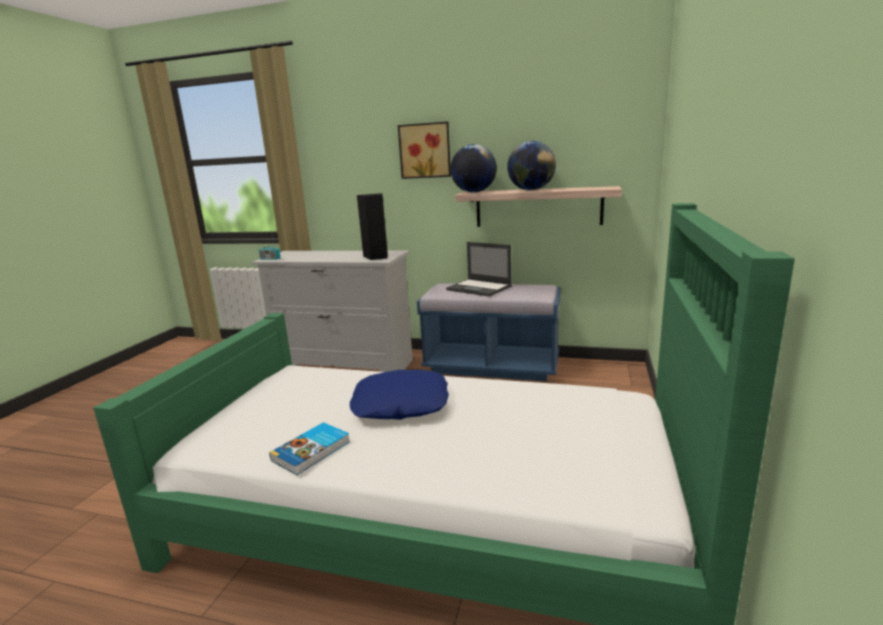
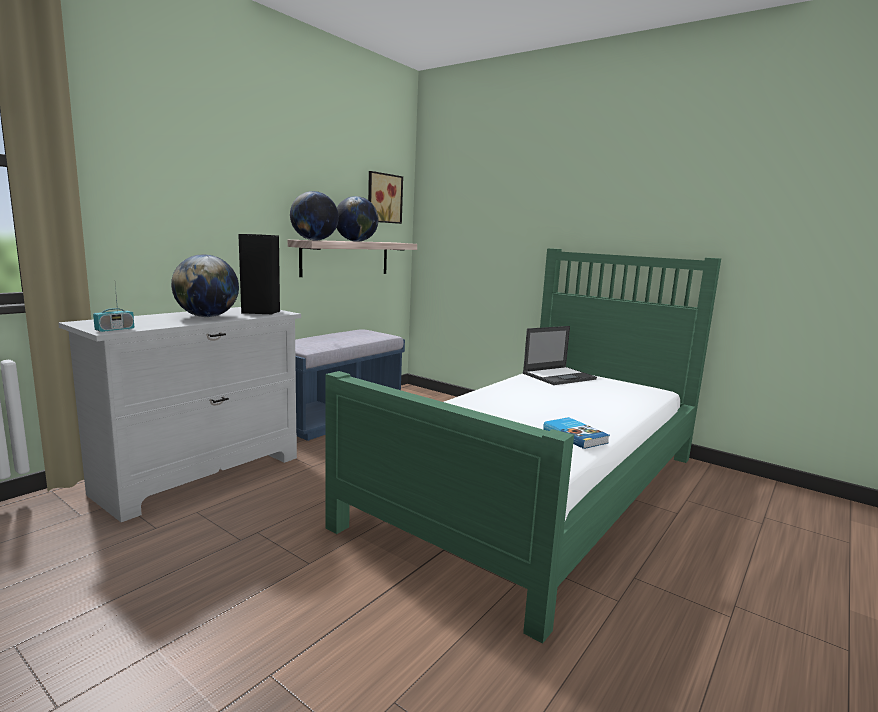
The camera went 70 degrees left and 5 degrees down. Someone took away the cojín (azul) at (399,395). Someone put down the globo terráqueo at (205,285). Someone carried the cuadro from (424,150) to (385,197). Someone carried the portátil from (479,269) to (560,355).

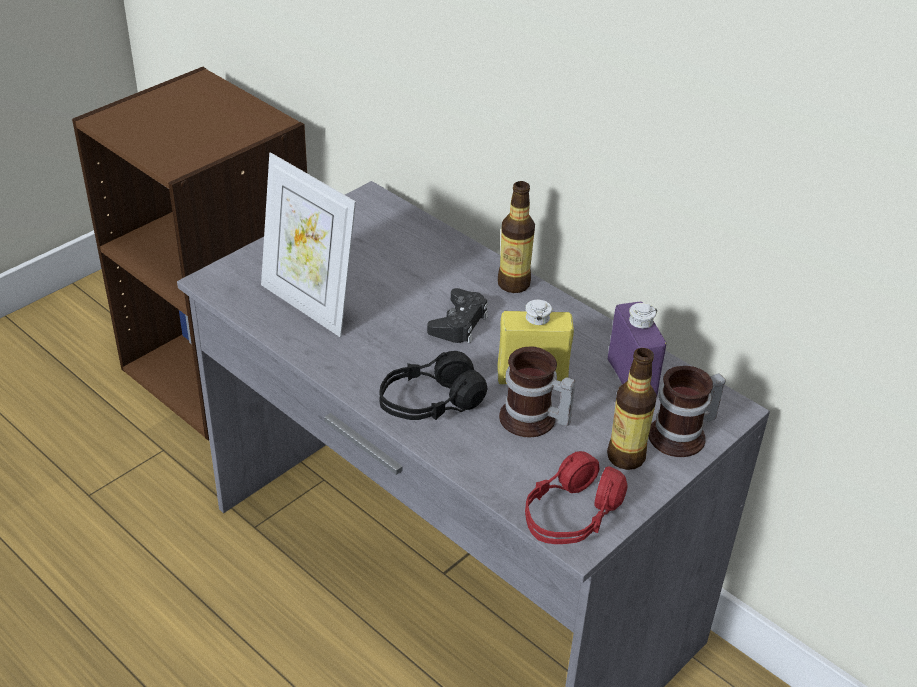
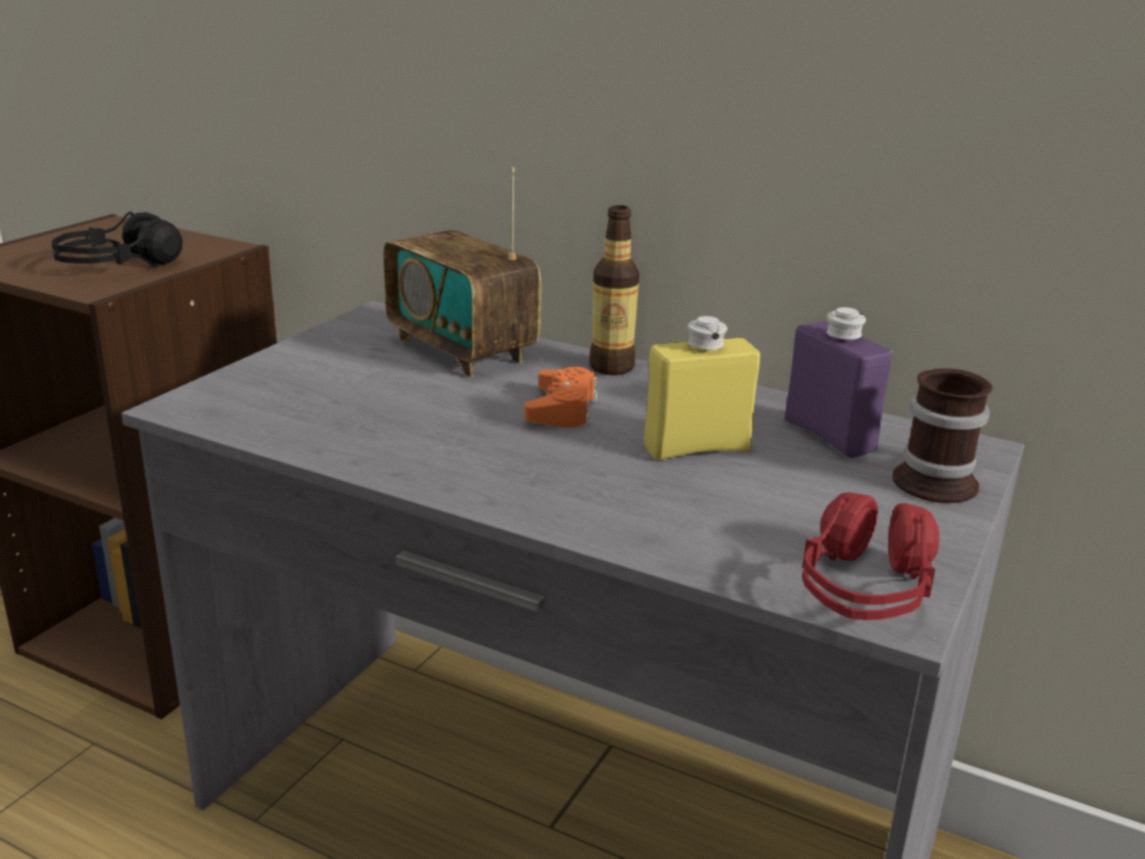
The camera went 15 degrees left and 15 degrees down. Someone took away the portarretratos at (308,244). Someone took away the taza grande at (537,392). Someone took away the botella at (632,409). Someone put down the radio at (462,272). Someone carried the auriculares (negro) from (433,385) to (117,239). Someone repainted the mando de consola (negro) at (457,315), which became the mando de consola (naranja) at (560,397).

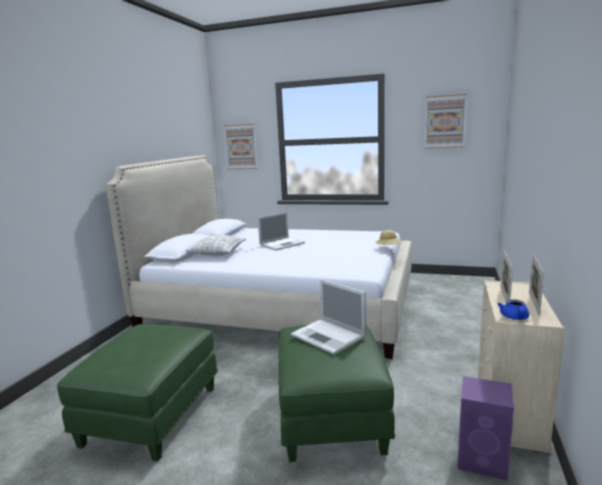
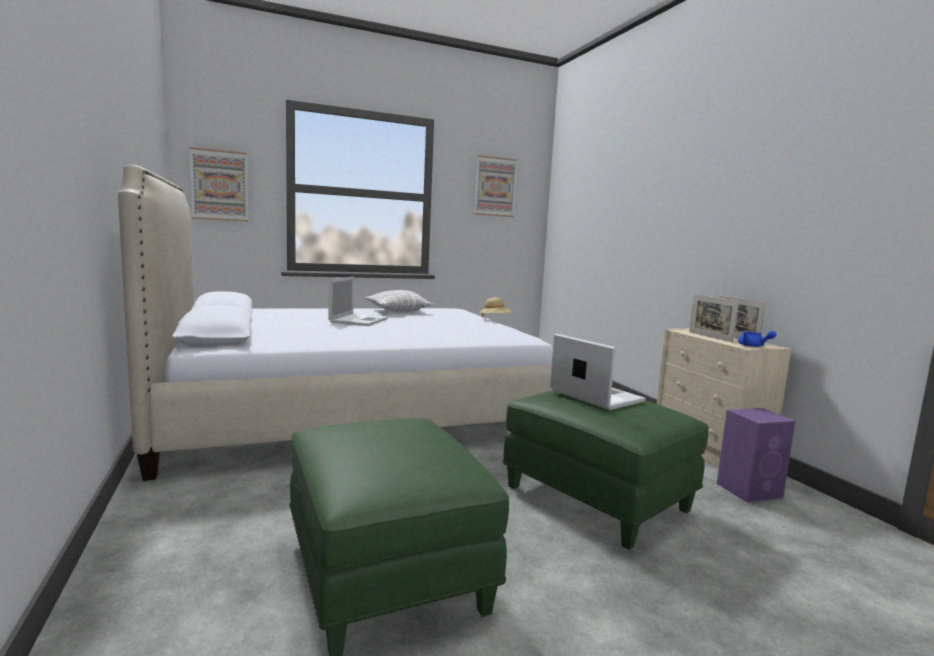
The camera went 40 degrees left and 5 degrees down. Someone carried the cojín from (216,245) to (399,301). Someone rotated the portátil at (328,317) by 135 degrees counterclockwise.

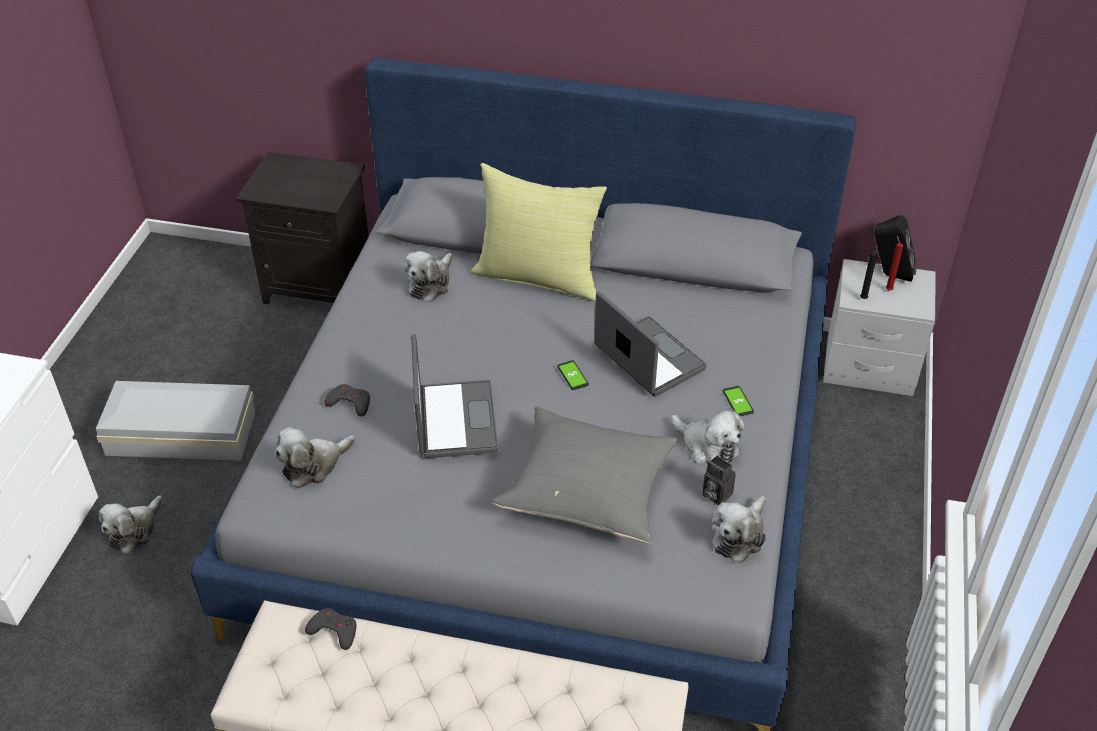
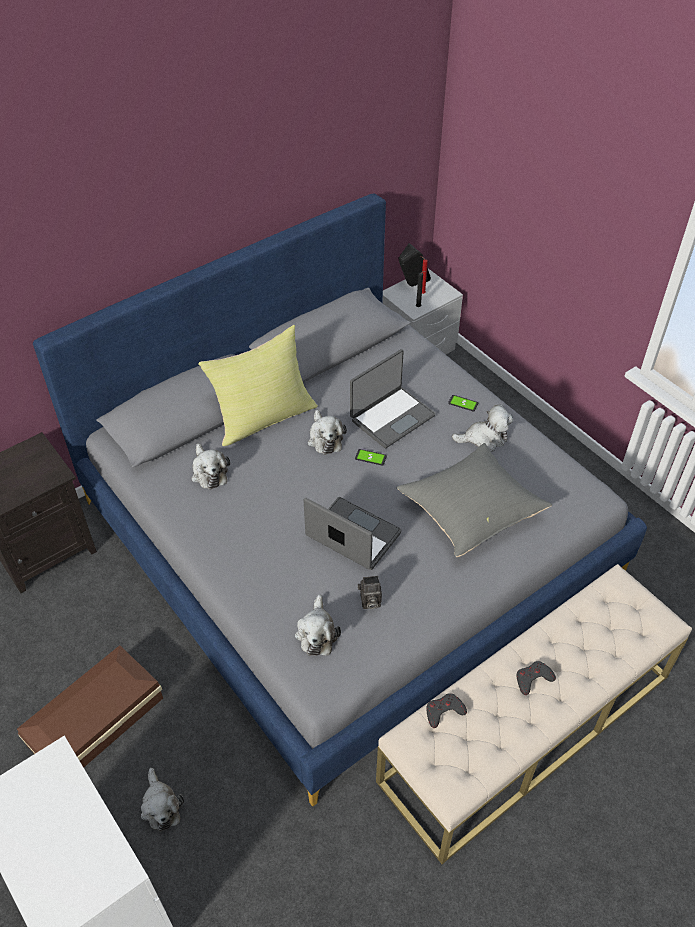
The camera went 50 degrees left and 5 degrees up. Someone carried the mando de consola (gris) from (347,400) to (536,678). Someone carried the cámara from (719,480) to (370,592). Someone carried the peluche from (739,529) to (327,432). Someone repainted the caja de almacenaje (blanco) at (175,421), which became the caja de almacenaje (marrón) at (90,706). Someone rotated the portátil at (650,344) by 135 degrees clockwise.

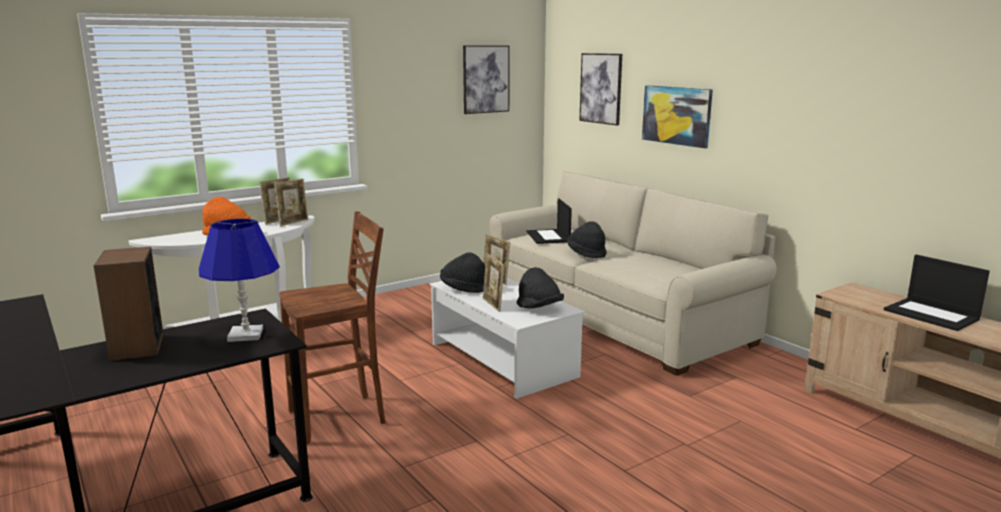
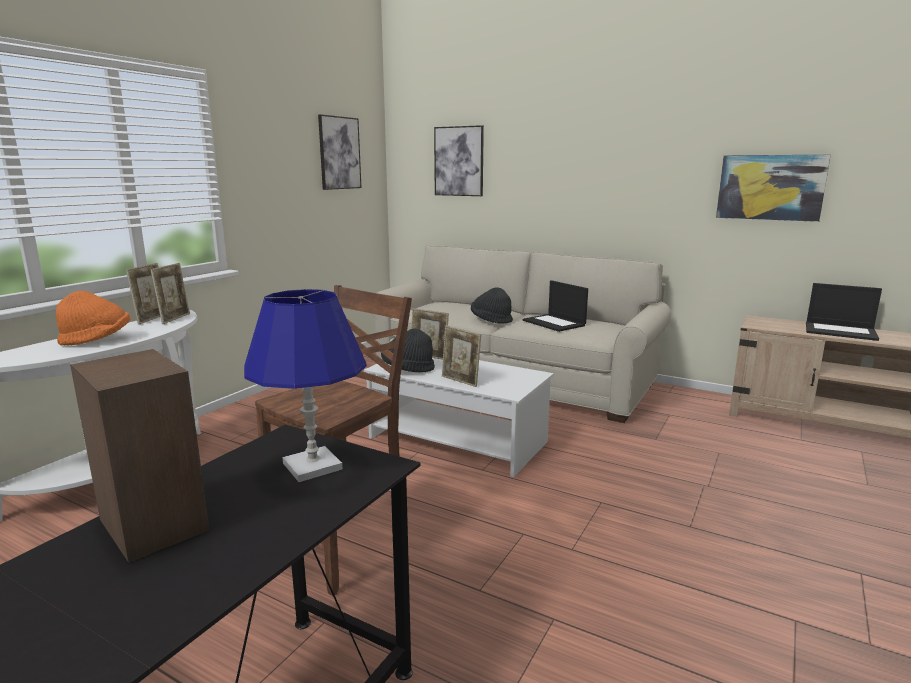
The camera went 25 degrees left and 0 degrees up. Someone took away the sombrero (negro) at (540,287). Someone carried the portátil from (549,221) to (555,306). Someone carried the cuadro from (677,117) to (773,188).

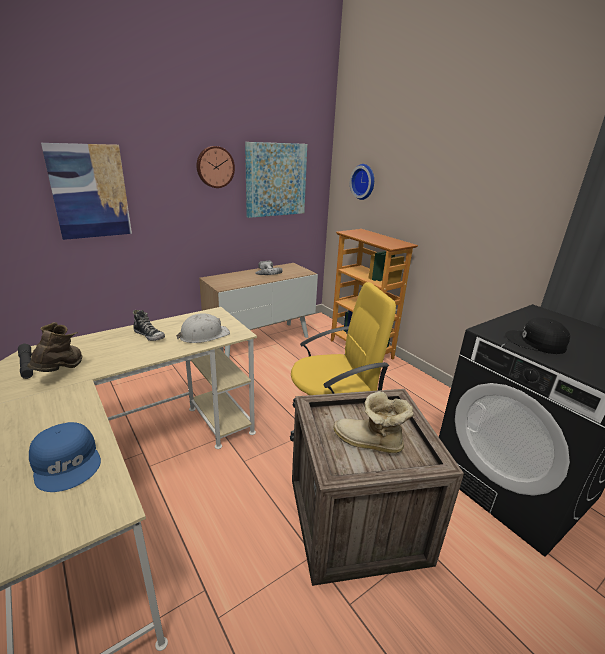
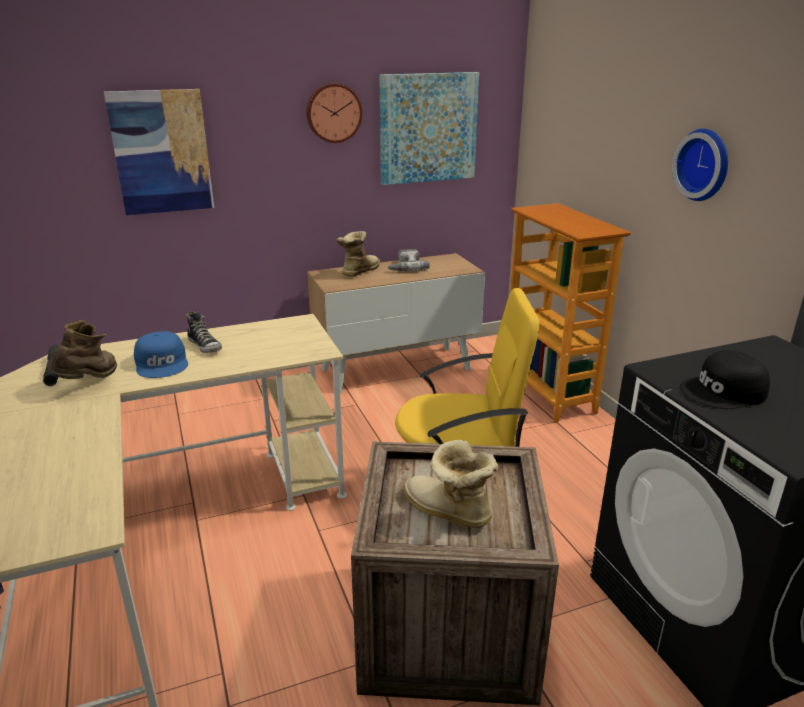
The camera went 15 degrees right and 0 degrees up. Someone took away the casco (blanco) at (203,328). Someone put down the bota at (358,253). Someone carried the gorra (azul) from (65,457) to (161,354). Someone carried the reloj de pared from (362,182) to (700,165). Someone rotated the gorra (negro) at (537,336) by 60 degrees counterclockwise.

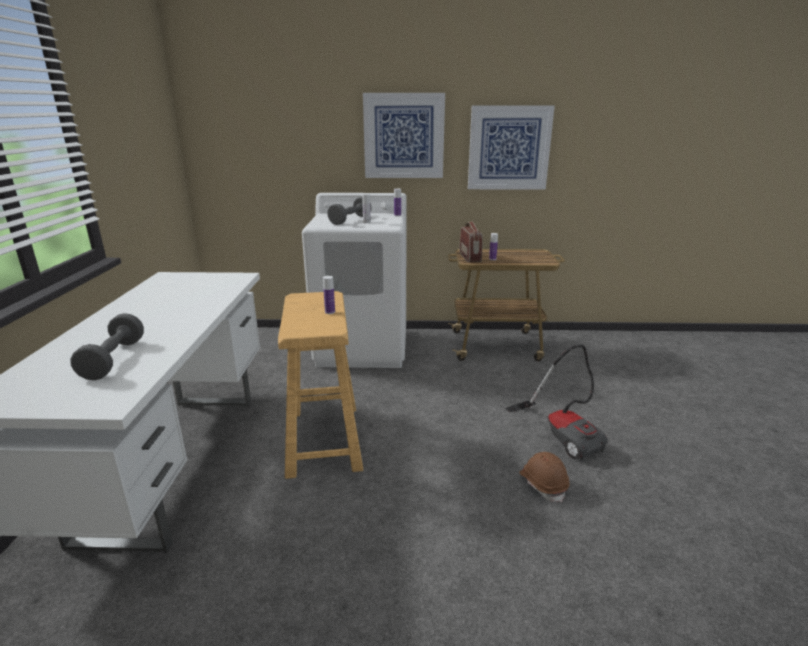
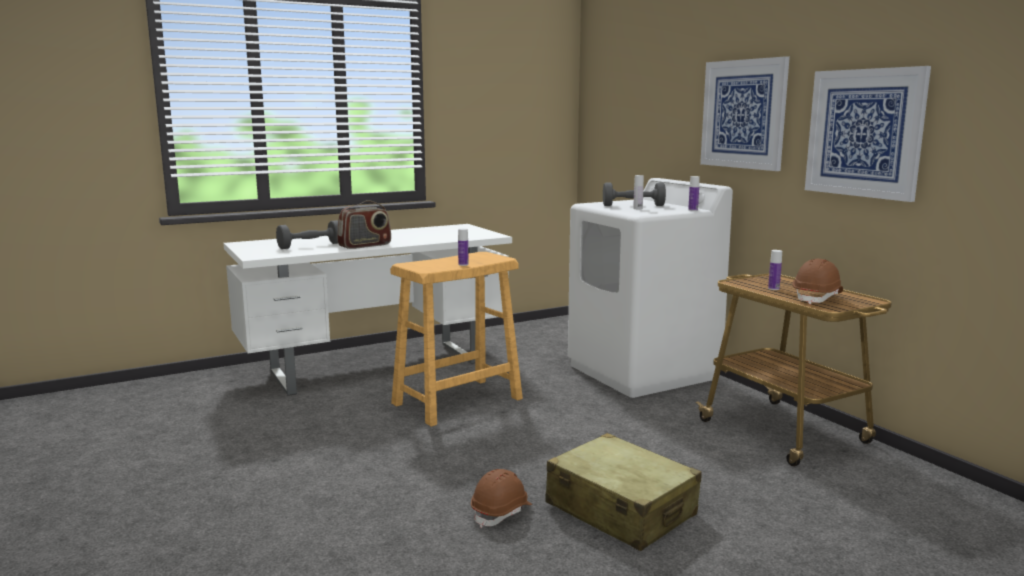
The camera went 60 degrees right and 10 degrees down. Someone put down the casco (marrón) at (818,281). Someone carried the radio from (471,241) to (364,224). Someone swapped the aspiradora at (557,403) for the maleta (beis) at (623,492).

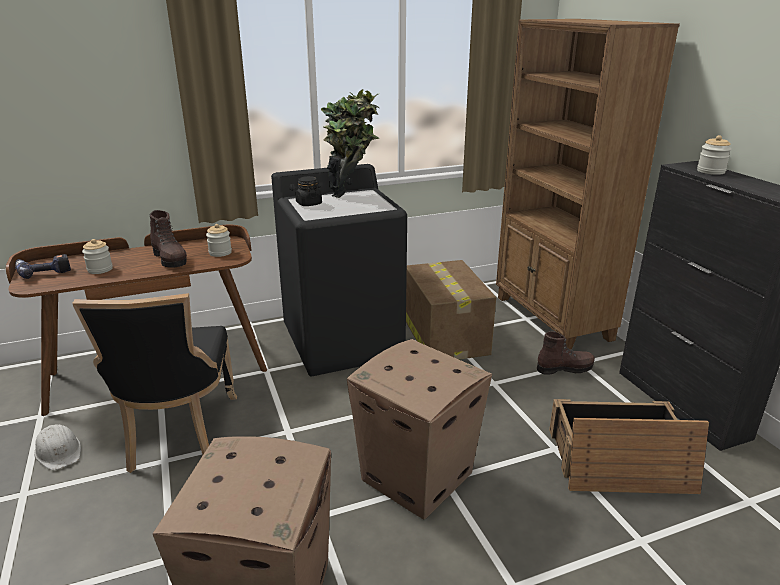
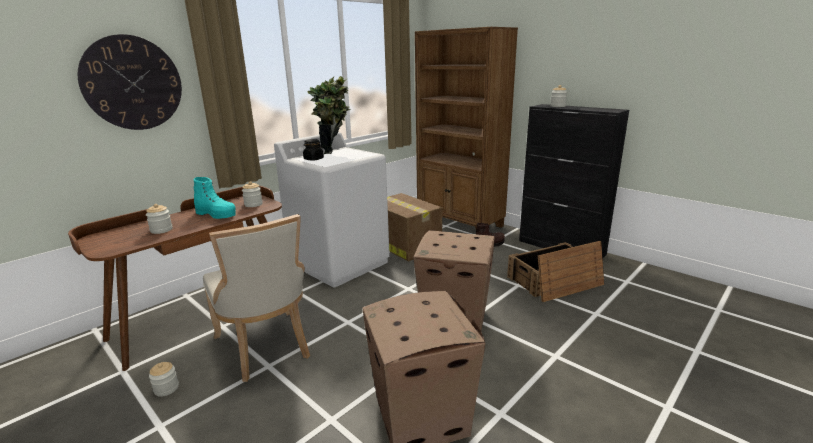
The camera went 25 degrees left and 5 degrees down. Someone took away the taladro at (43,266). Someone put up the reloj de pared at (130,82). Someone swapped the casco (blanco) at (57,447) for the tarro at (164,379). Someone repainted the silla (negro) at (154,383), which became the silla (beis) at (256,298). Someone repainted the bota (marrón) at (168,239), which became the bota (turquesa) at (215,198). Someone repainted the lavadora (negro) at (339,270), which became the lavadora (blanco) at (332,209).

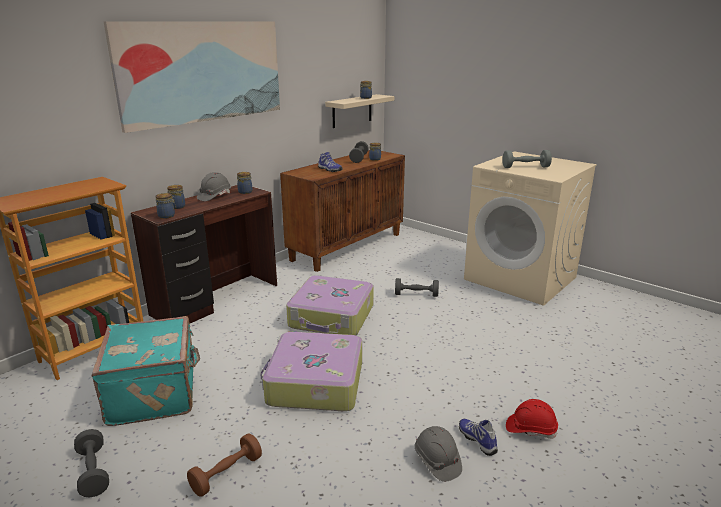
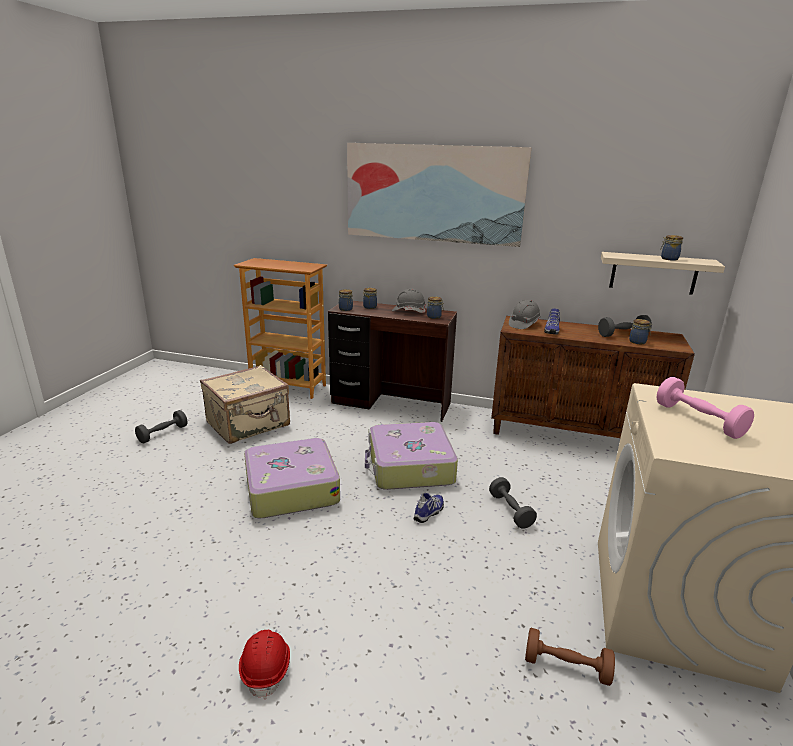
The camera went 65 degrees right and 0 degrees up. Someone carried the mancuerna (marrón) from (224,465) to (570,657). Someone carried the casco (gris) from (438,454) to (525,314). Someone carried the zapato from (478,437) to (429,508). Someone repainted the maleta (turquesa) at (145,371), which became the maleta (beis) at (245,404). Someone repainted the mancuerna (gris) at (527,159), which became the mancuerna (rosa) at (705,408).

